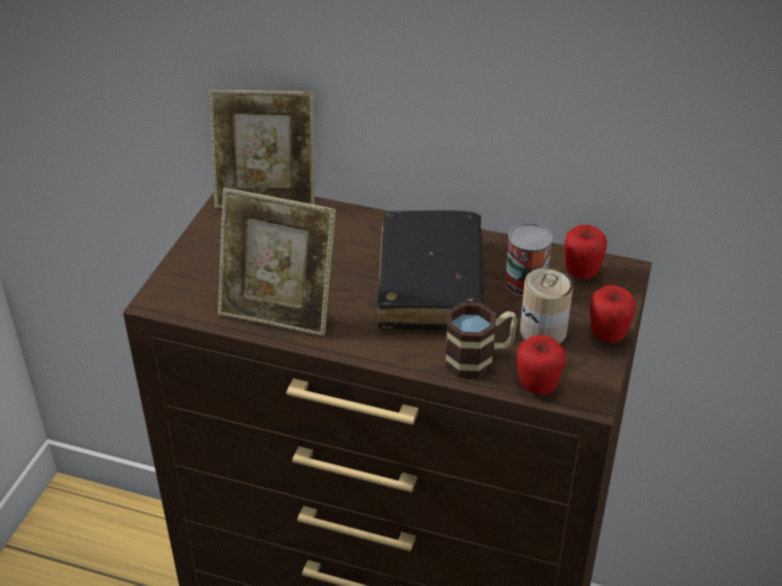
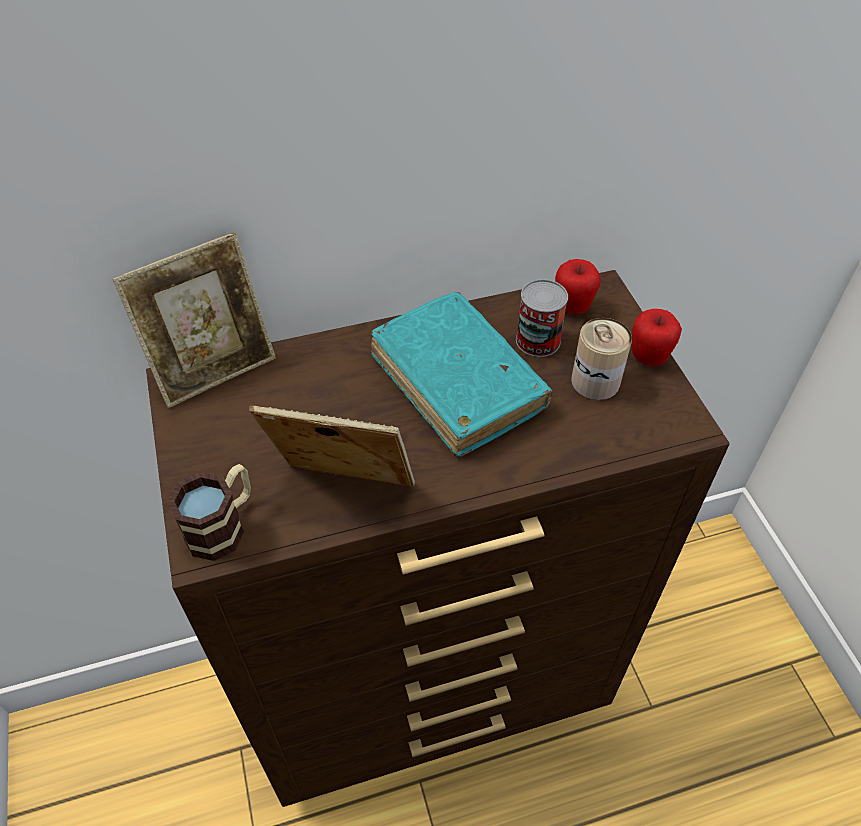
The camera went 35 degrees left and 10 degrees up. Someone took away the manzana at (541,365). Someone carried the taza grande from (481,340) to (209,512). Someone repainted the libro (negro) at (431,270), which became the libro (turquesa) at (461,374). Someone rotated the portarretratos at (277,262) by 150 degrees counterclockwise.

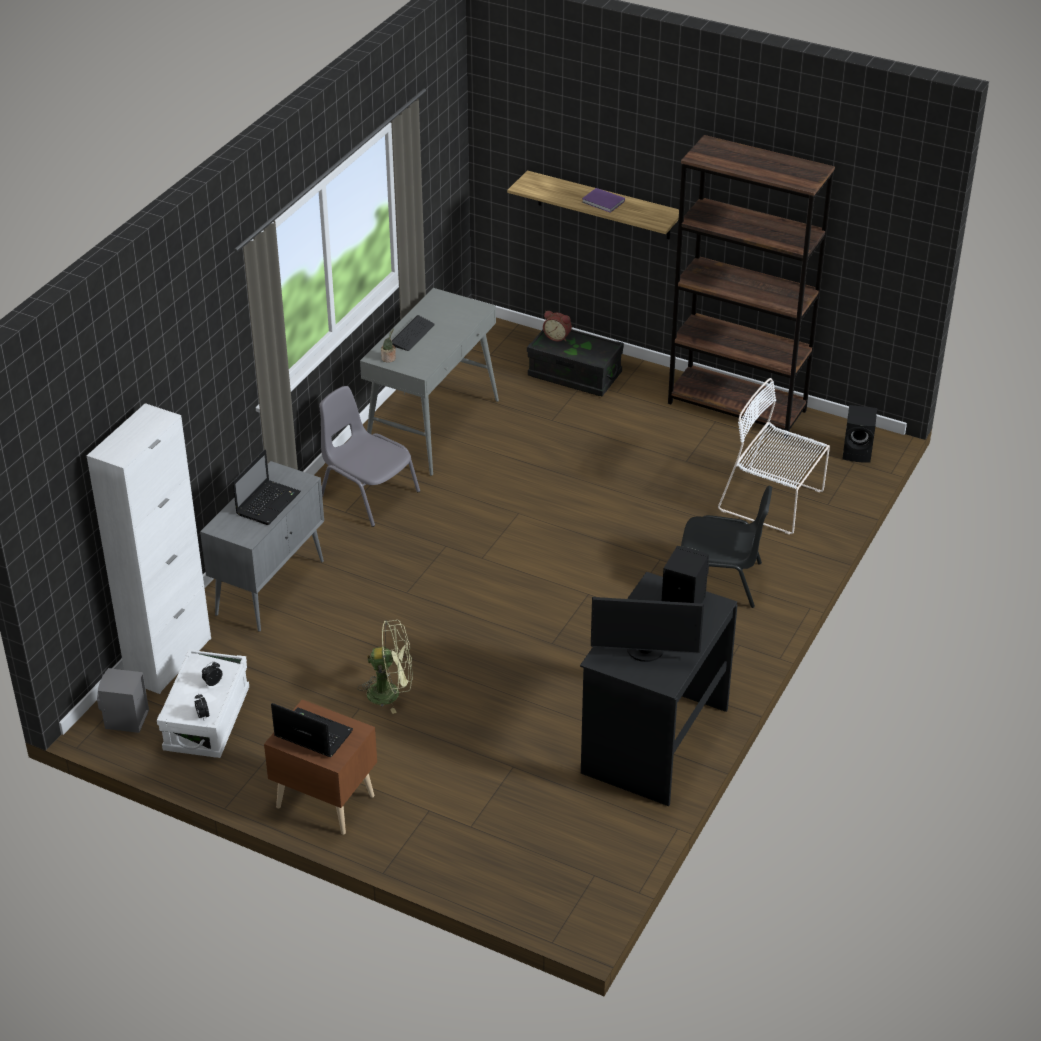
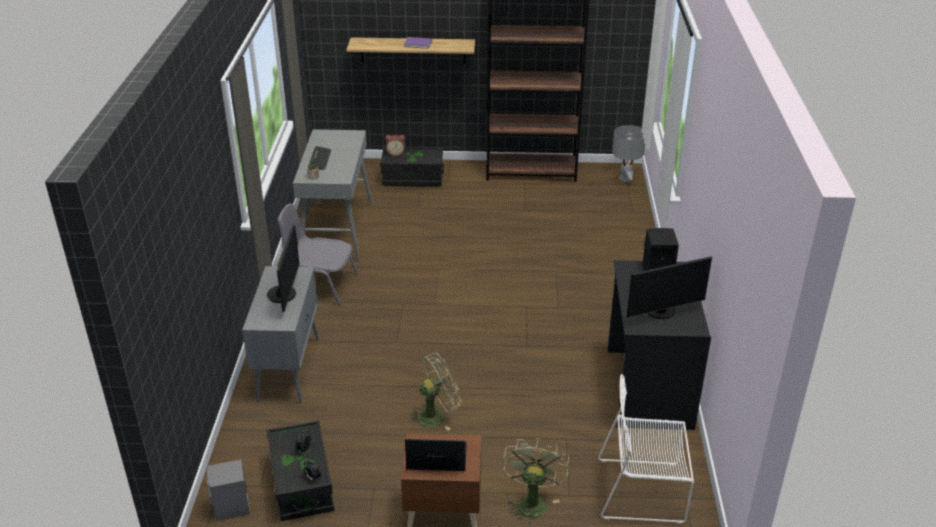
The camera went 25 degrees left and 5 degrees down. Someone took away the armario (blanco) at (149,548). Someone took away the silla (negro) at (726,547). Someone put down the ventilador (verde) at (535,481). Someone carried the silla (blanco) from (774,456) to (646,449). Someone swapped the portátil at (267,487) for the monitor at (283,269). Someone swapped the altavoz (negro) at (859,434) for the lámpara de mesa (gris) at (628,153). Someone repainted the caja de almacenaje (blanco) at (203,703), which became the caja de almacenaje (negro) at (300,470).

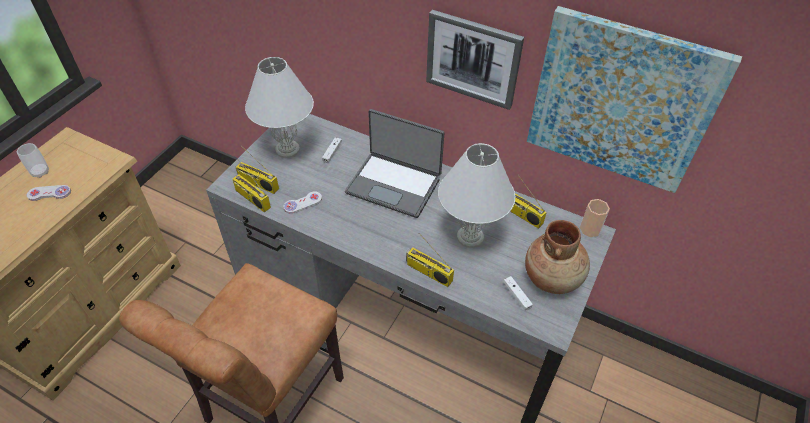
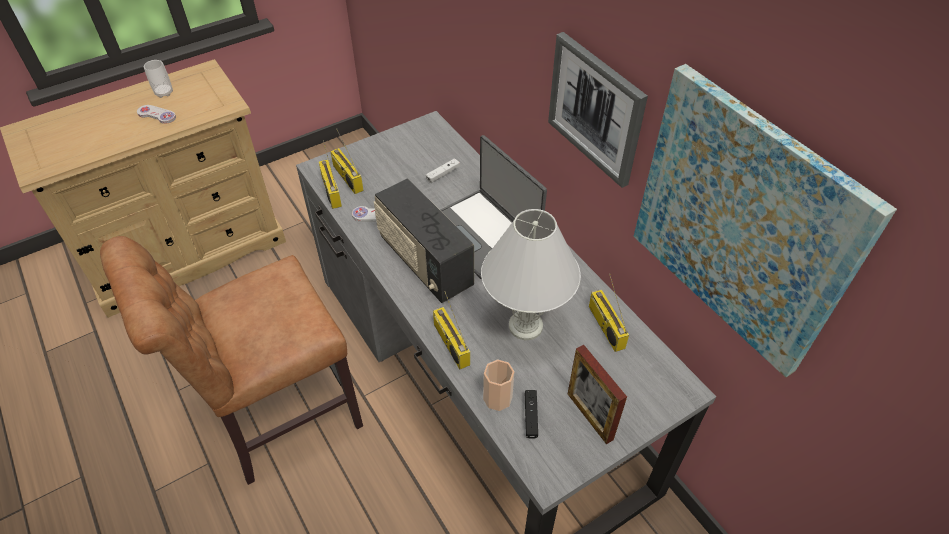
The camera went 30 degrees right and 0 degrees up. Someone took away the lámpara de mesa (blanco) at (279,107). Someone put down the radio at (424,240). Someone carried the taza from (595,218) to (498,385). Someone swapped the florero (marrón) at (557,257) for the portarretratos at (597,394). Someone repainted the mando de consola (blanco) at (518,293), which became the mando de consola (negro) at (531,414).

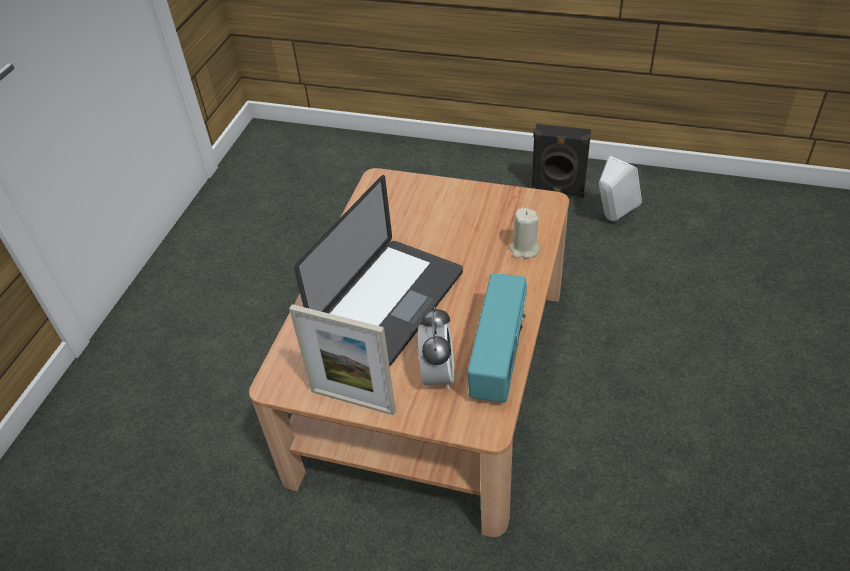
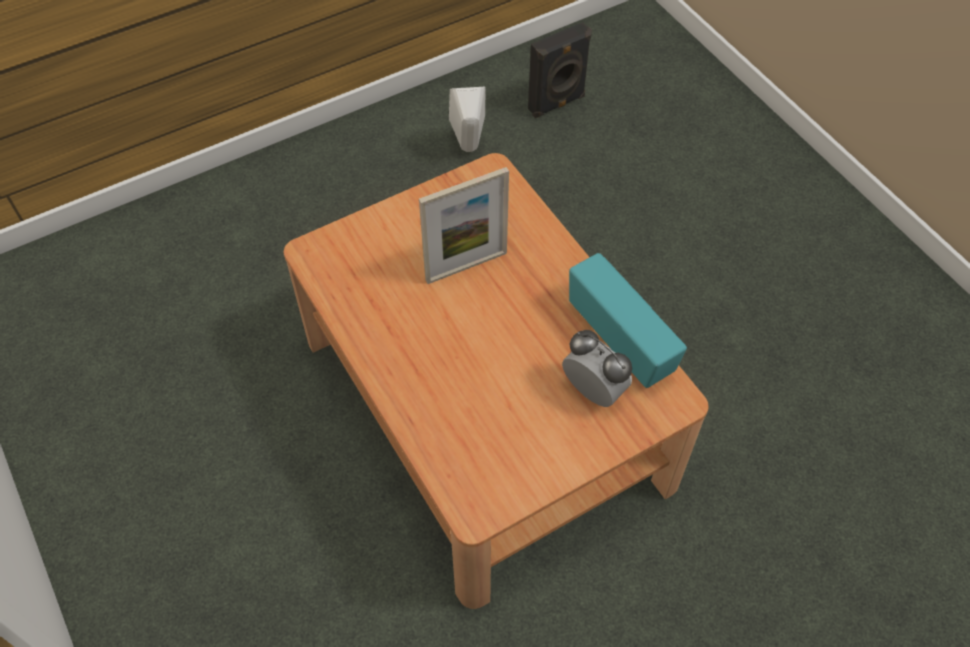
The camera went 50 degrees left and 10 degrees up. Someone took away the portátil at (378,270). Someone took away the vela (beis) at (524,233). Someone carried the portarretratos from (342,359) to (464,225). Someone carried the altavoz (negro) from (561,161) to (560,70).

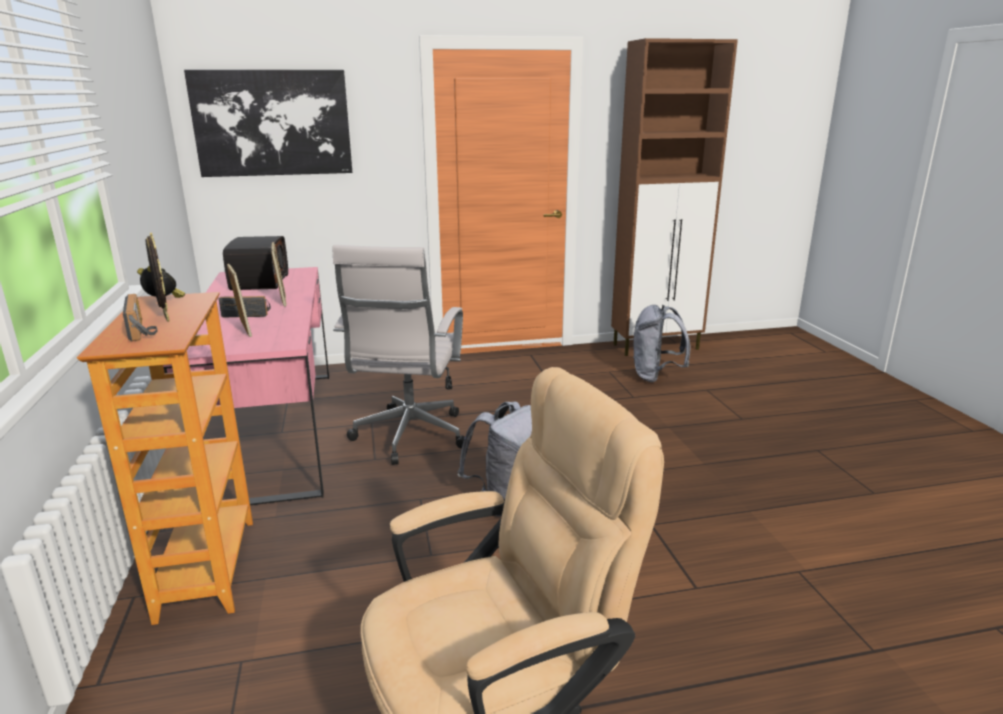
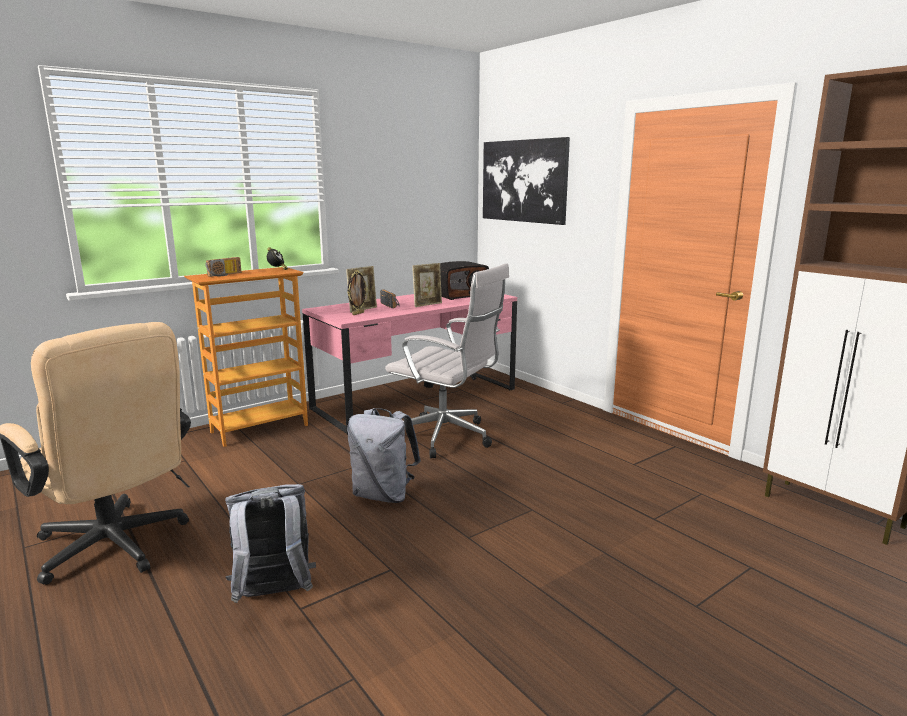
The camera went 65 degrees right and 5 degrees down. Someone carried the portarretratos from (157,277) to (357,292). Someone carried the mochila (gris) from (662,343) to (270,543). Someone rotated the silla de oficina (blanco) at (398,355) by 135 degrees counterclockwise.

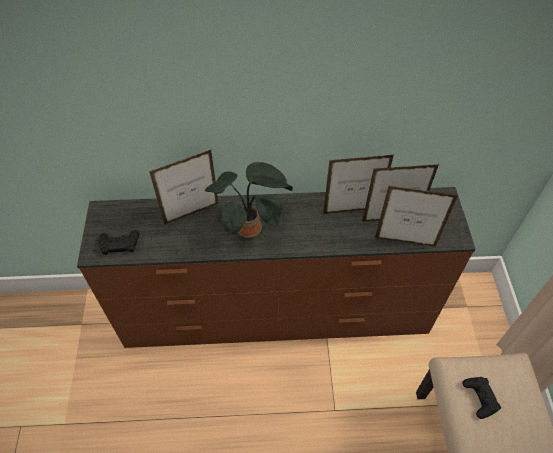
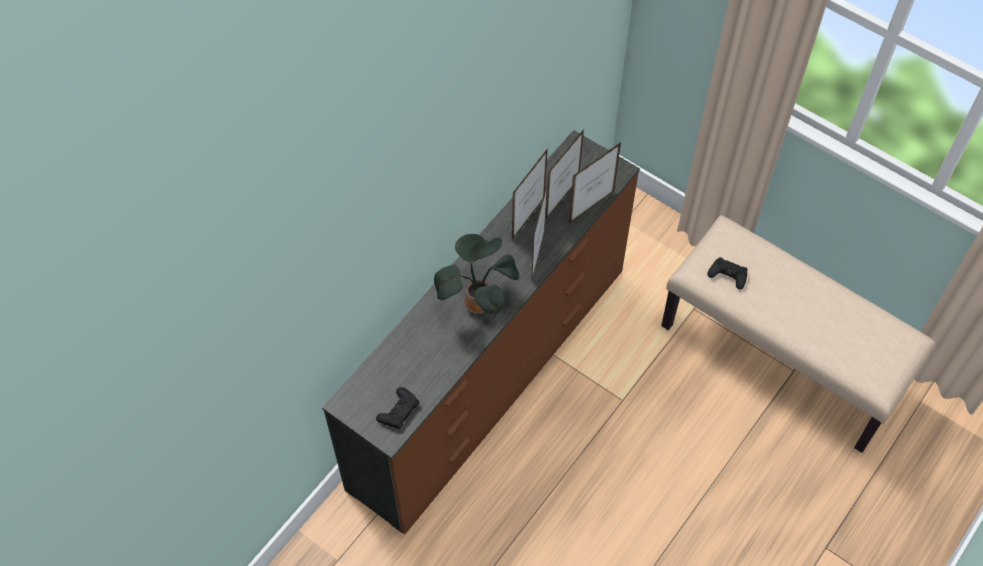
The camera went 50 degrees left and 5 degrees up. Someone carried the portarretratos from (184,187) to (539,232).

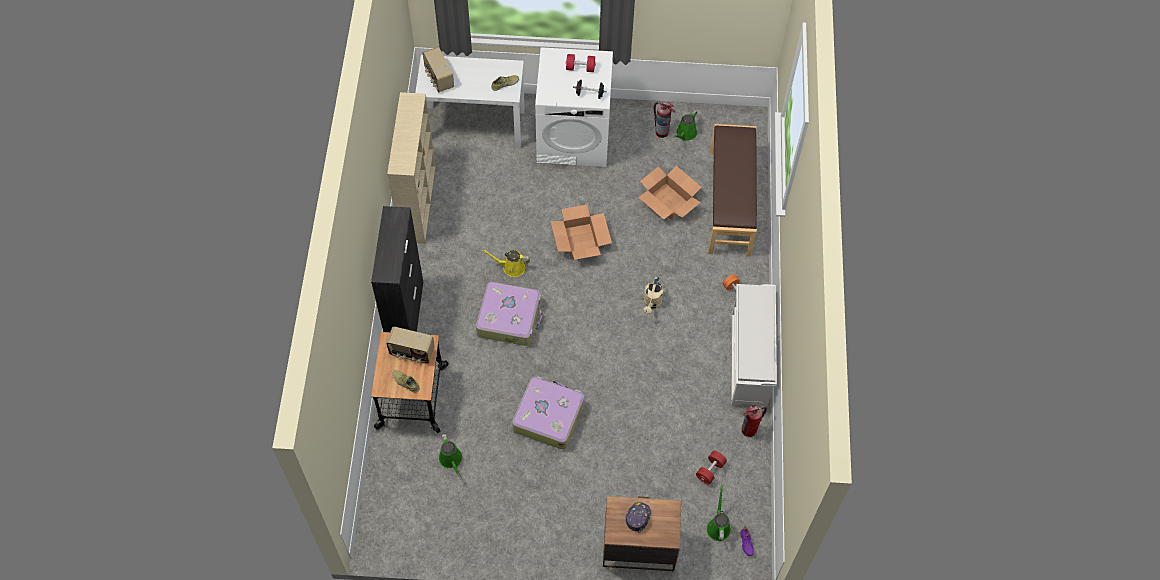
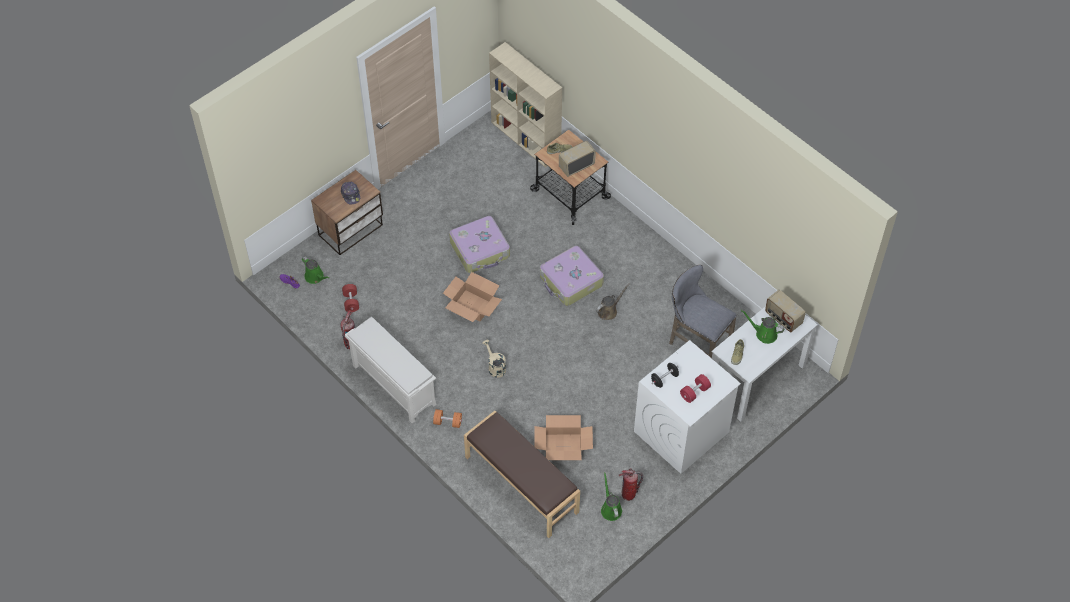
The camera went 135 degrees right and 5 degrees down. Someone took away the armario (negro) at (397,269). Someone put down the taburete (gris) at (703,311). Someone carried the estantería (beis) from (411,167) to (525,105). Someone carried the regadera (verde) from (450,455) to (763,327). Someone carried the caja de cartón from (581,232) to (472,297). Someone repainted the regadera (amarillo) at (506,263), which became the regadera (marrón) at (613,301). Someone rotated the radio at (438,70) by 150 degrees counterclockwise.

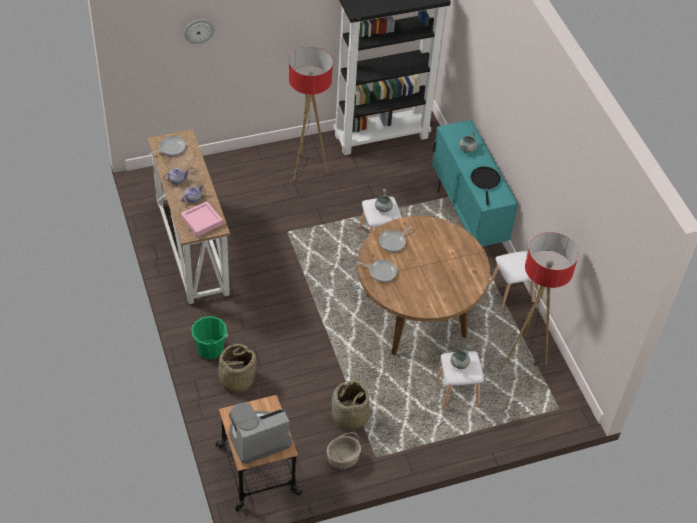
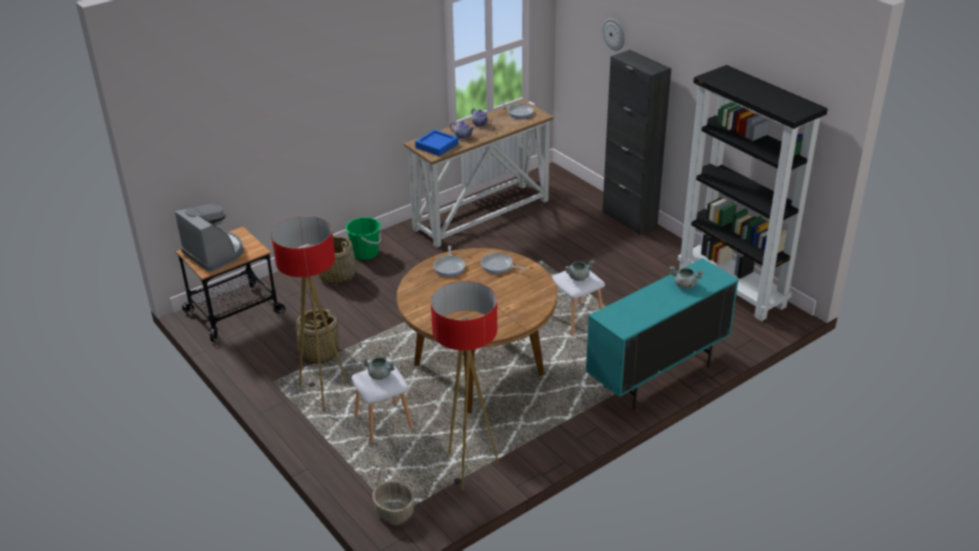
The camera went 75 degrees right and 15 degrees down. Someone took away the sartén (negro) at (485,185). Someone took away the taburete (blanco) at (512,280). Someone put down the armario (negro) at (636,142). Someone carried the lámpara de pie from (311,114) to (309,314). Someone carried the cesta from (344,450) to (393,494). Someone repainted the bandeja (rosa) at (202,219), which became the bandeja (azul) at (436,142).

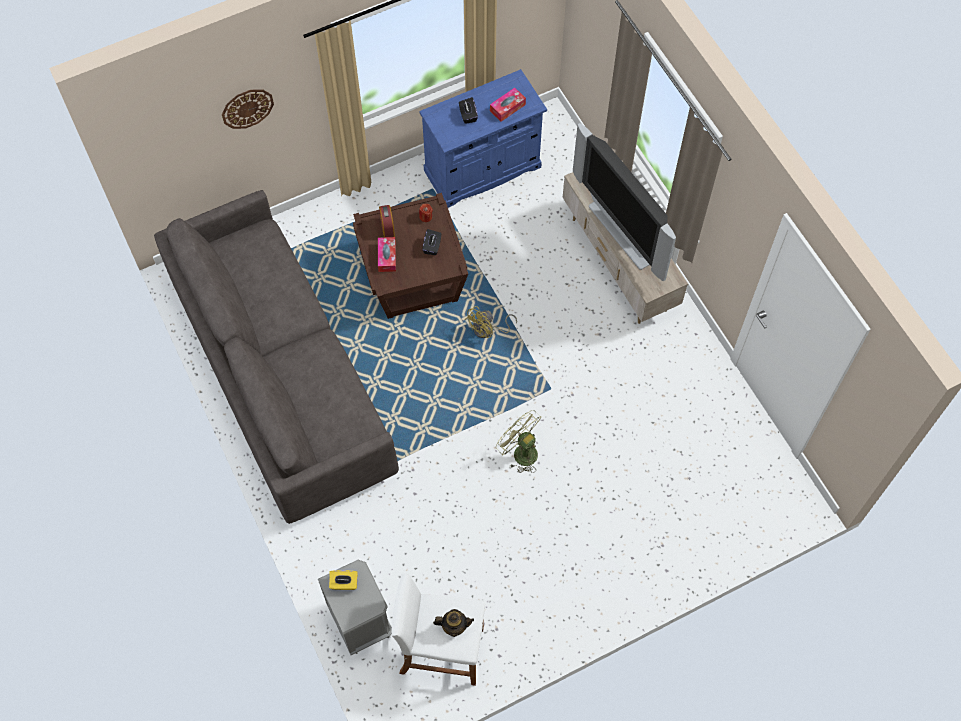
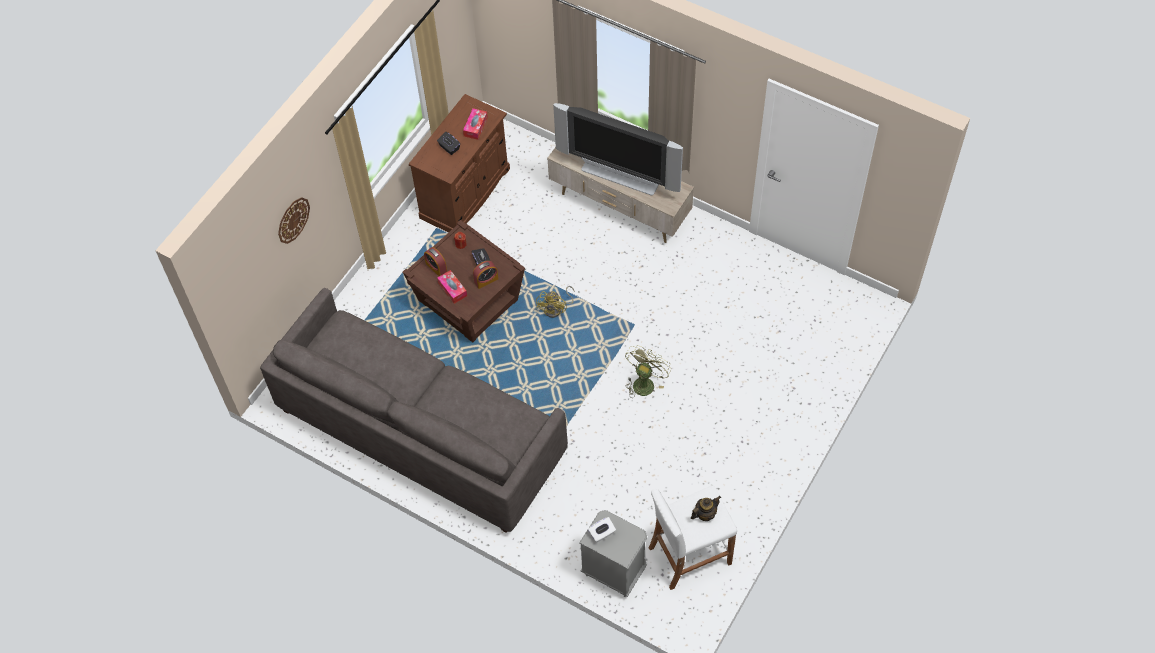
The camera went 30 degrees left and 5 degrees down. Someone put down the despertador at (485,275). Someone repainted the caja de pañuelos (amarillo) at (343,580), which became the caja de pañuelos (blanco) at (602,529). Someone repainted the armario (azul) at (483,138), which became the armario (marrón) at (459,163). Someone rotated the ventilador (verde) at (518,441) by 105 degrees clockwise.

